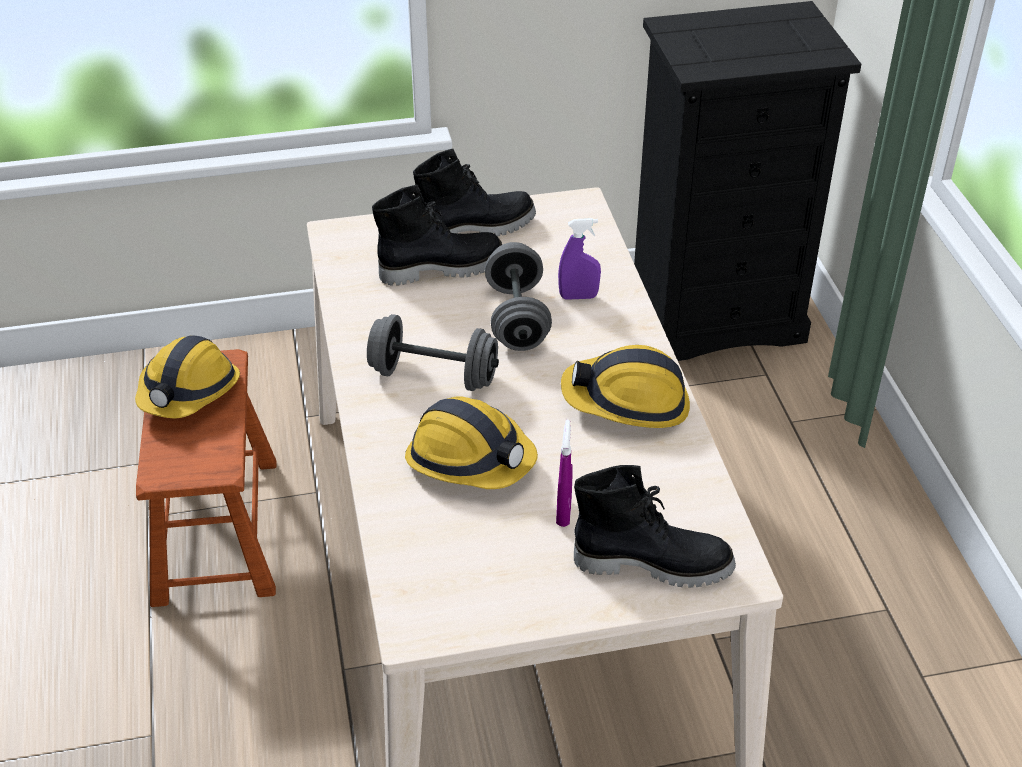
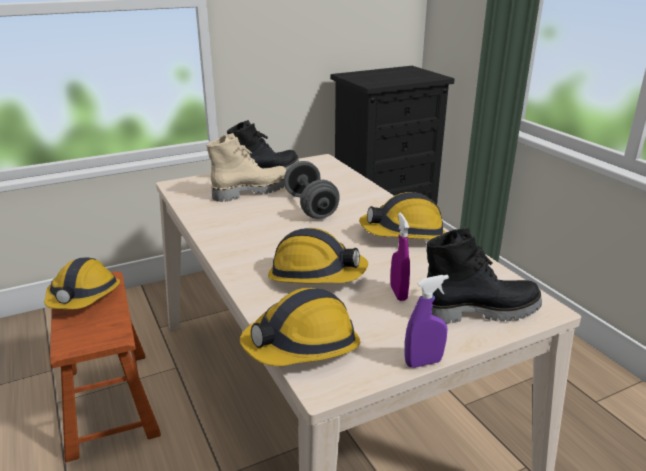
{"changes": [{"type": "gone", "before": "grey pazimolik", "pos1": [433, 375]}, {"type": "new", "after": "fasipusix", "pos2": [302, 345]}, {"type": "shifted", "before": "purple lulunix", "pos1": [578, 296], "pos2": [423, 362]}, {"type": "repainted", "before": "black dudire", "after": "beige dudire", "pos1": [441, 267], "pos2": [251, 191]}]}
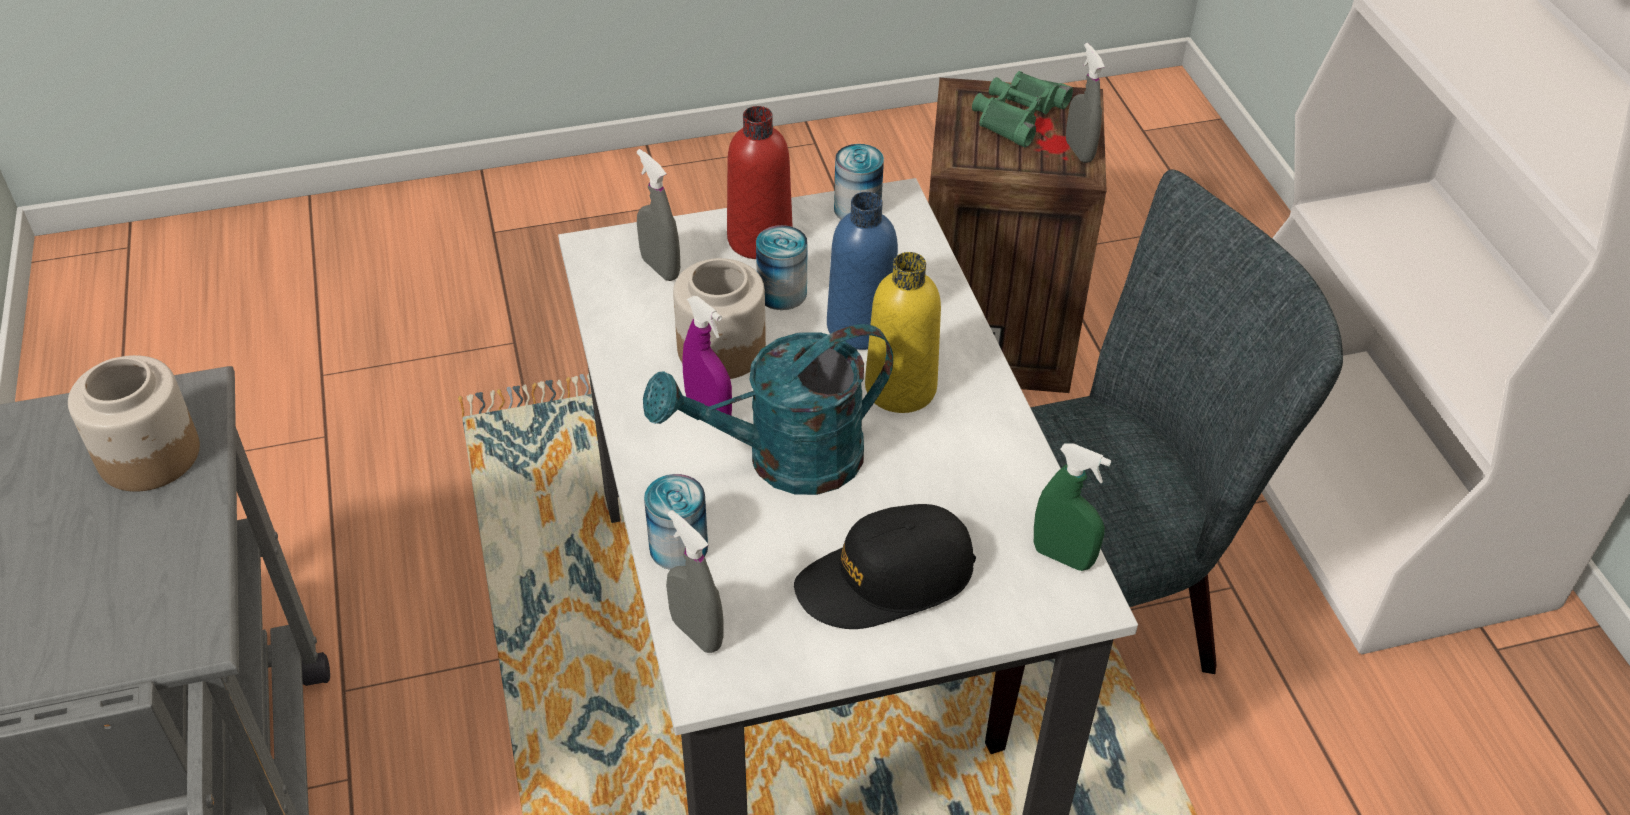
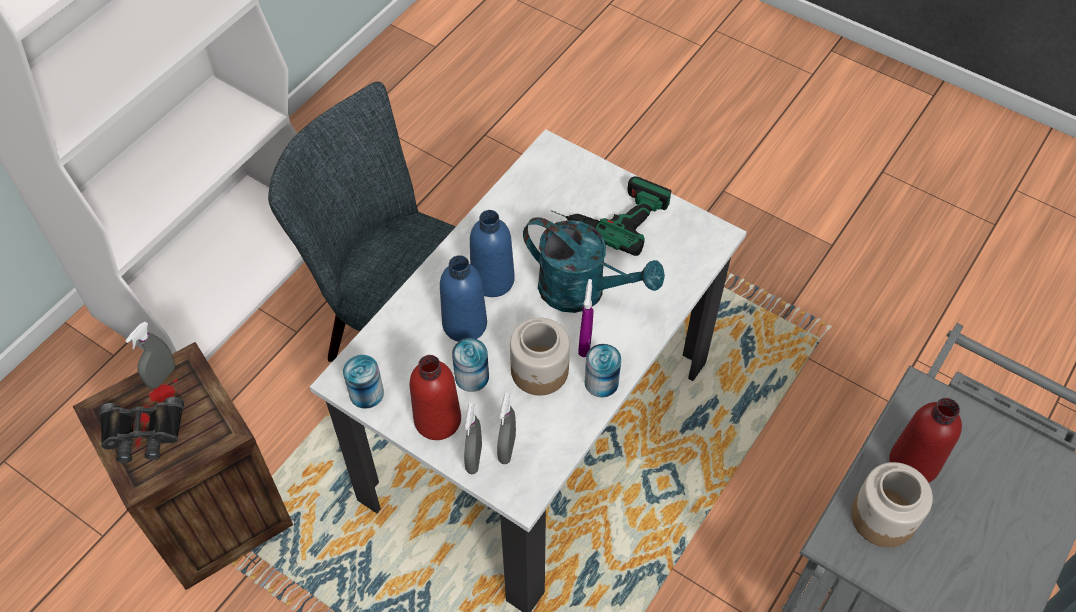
{"changes": [{"type": "gone", "before": "green lulunix", "pos1": [1062, 557]}, {"type": "new", "after": "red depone", "pos2": [913, 463]}, {"type": "shifted", "before": "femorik", "pos1": [678, 547], "pos2": [601, 382]}, {"type": "shifted", "before": "grey lulunix", "pos1": [696, 633], "pos2": [474, 458]}, {"type": "swapped", "before": "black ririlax", "after": "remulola", "pos1": [885, 580], "pos2": [609, 213]}, {"type": "repainted", "before": "yellow depone", "after": "blue depone", "pos1": [900, 388], "pos2": [492, 280]}, {"type": "repainted", "before": "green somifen", "after": "black somifen", "pos1": [1017, 115], "pos2": [143, 433]}]}
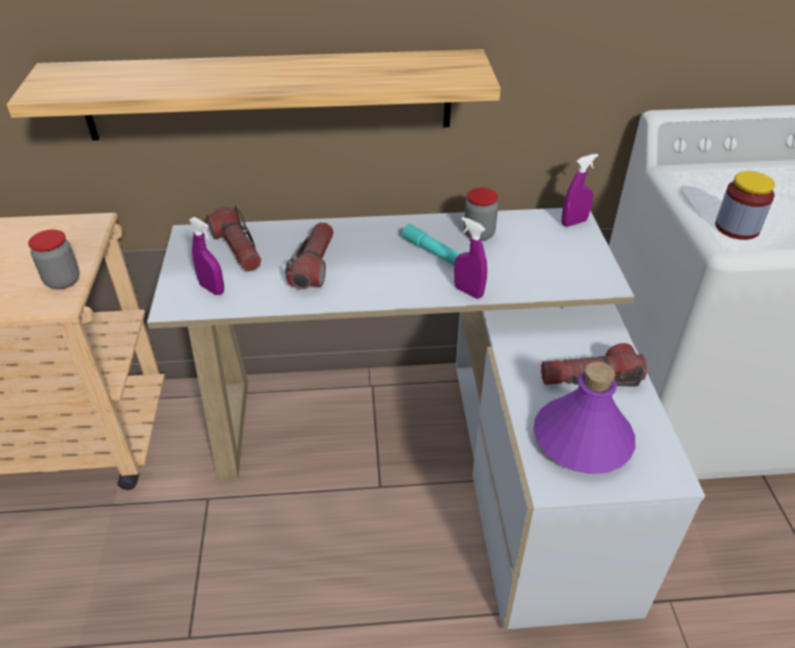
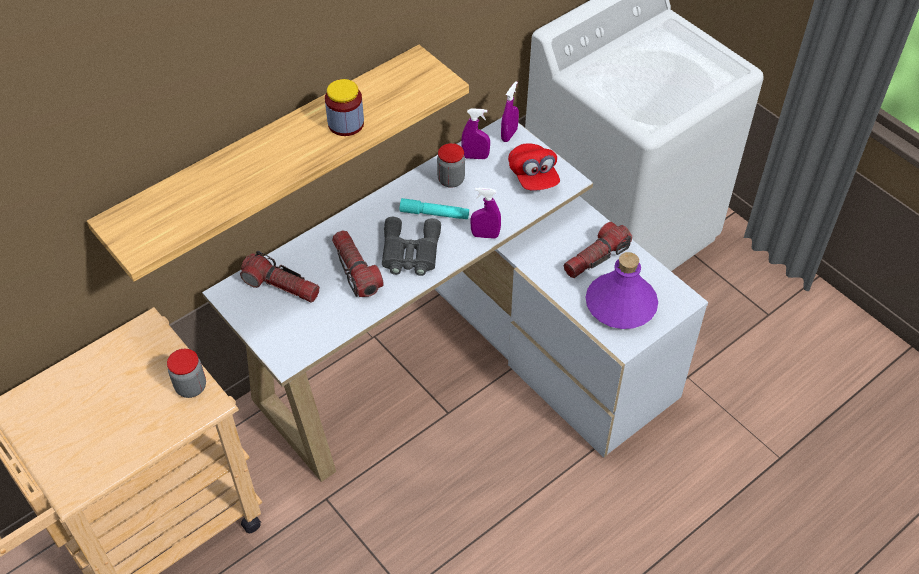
{"changes": [{"type": "new", "after": "grey somifen", "pos2": [410, 253]}, {"type": "new", "after": "red ririlax", "pos2": [533, 177]}, {"type": "shifted", "before": "purple lulunix", "pos1": [212, 289], "pos2": [475, 156]}, {"type": "shifted", "before": "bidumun", "pos1": [737, 228], "pos2": [346, 124]}]}
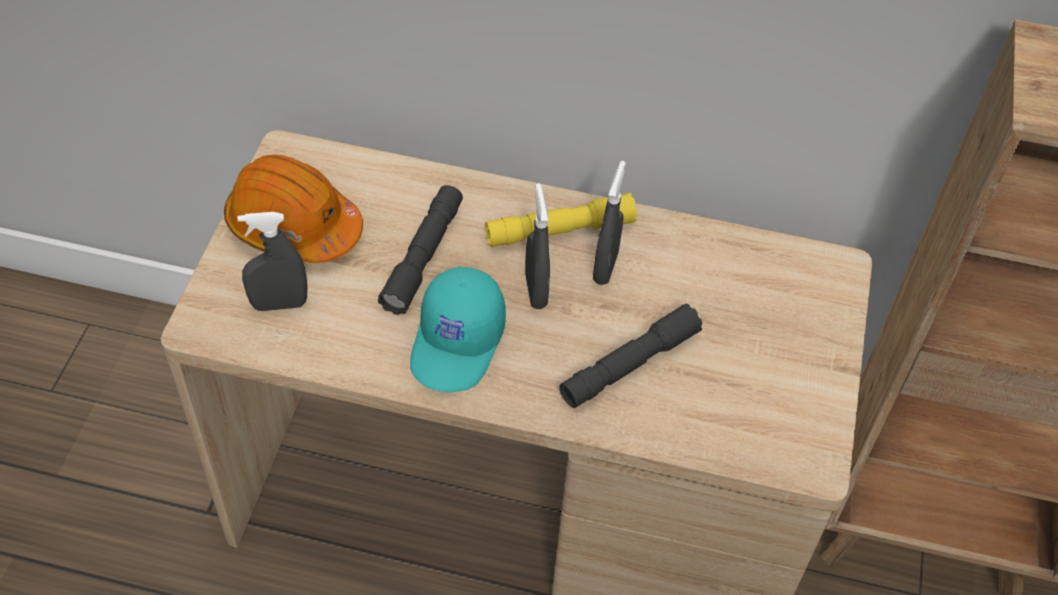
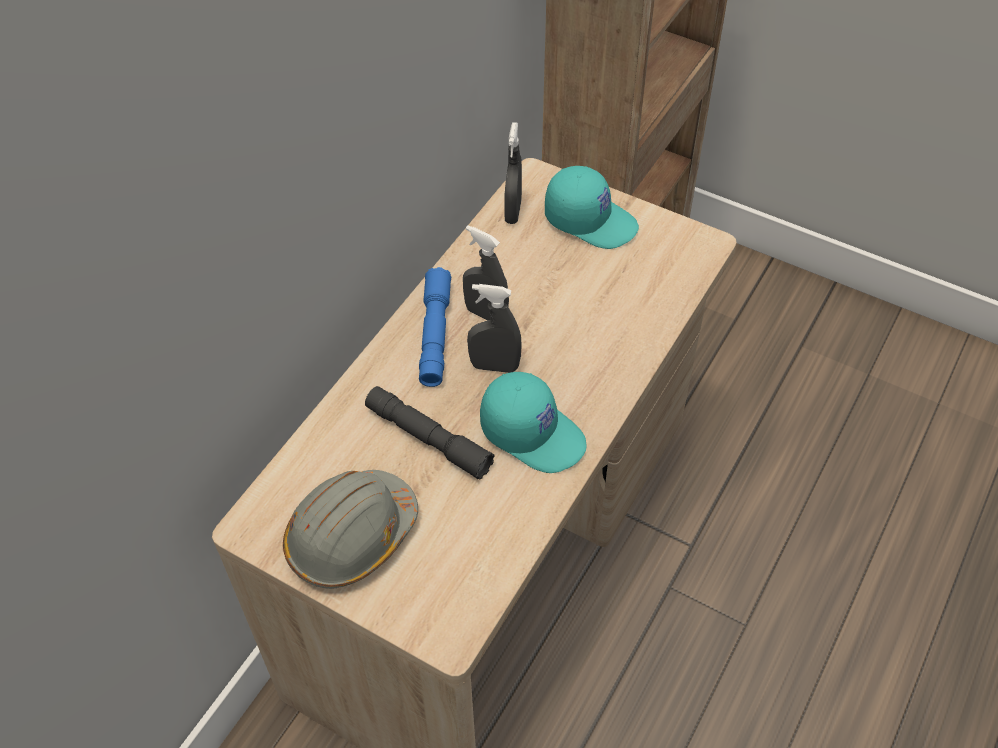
{"changes": [{"type": "gone", "before": "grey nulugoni", "pos1": [629, 365]}, {"type": "new", "after": "turquoise ririlax", "pos2": [591, 220]}, {"type": "shifted", "before": "grey lulunix", "pos1": [279, 304], "pos2": [513, 211]}, {"type": "repainted", "before": "orange fasipusix", "after": "grey fasipusix", "pos1": [293, 226], "pos2": [351, 536]}, {"type": "repainted", "before": "yellow nulugoni", "after": "blue nulugoni", "pos1": [560, 230], "pos2": [435, 334]}]}
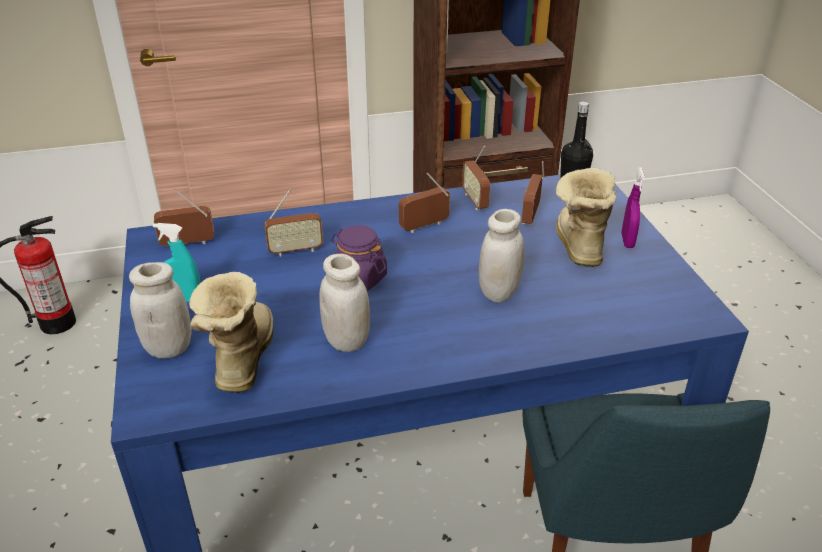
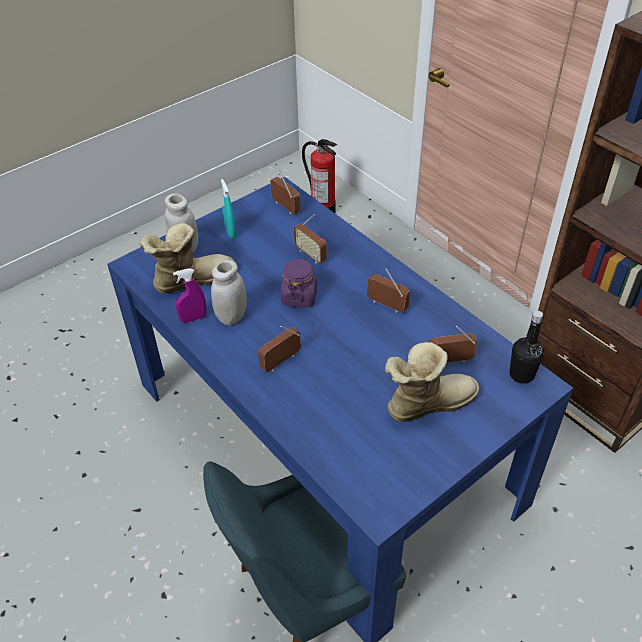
{"changes": [{"type": "gone", "before": "white bidumun", "pos1": [499, 292]}, {"type": "shifted", "before": "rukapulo", "pos1": [475, 201], "pos2": [281, 361]}, {"type": "shifted", "before": "purple lulunix", "pos1": [627, 241], "pos2": [193, 318]}]}
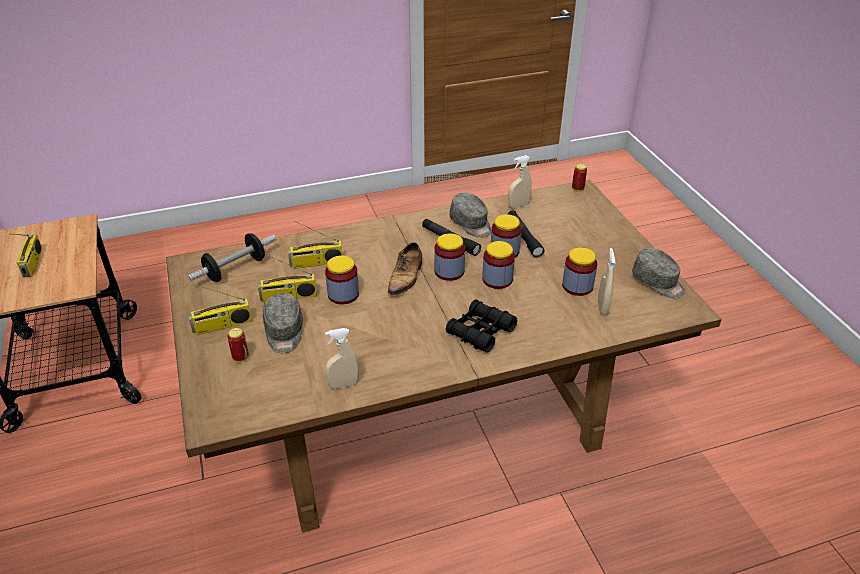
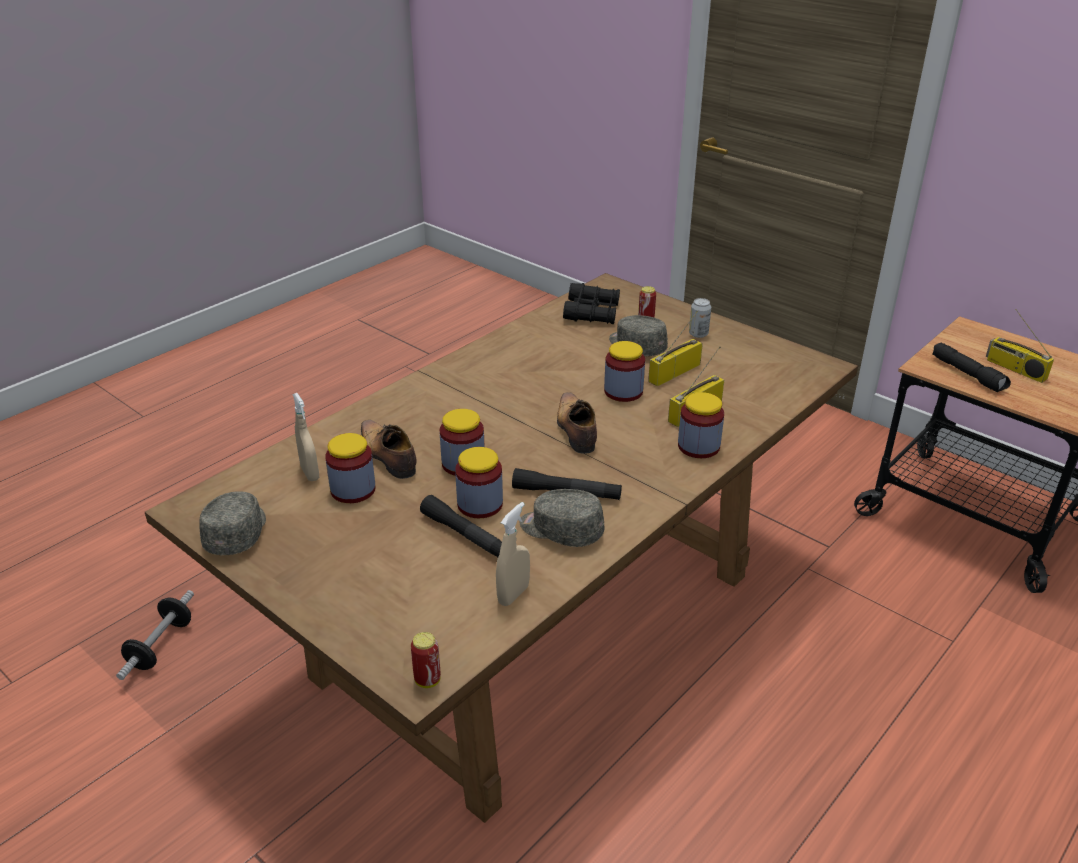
{"changes": [{"type": "gone", "before": "beige lulunix", "pos1": [343, 384]}, {"type": "new", "after": "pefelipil", "pos2": [388, 456]}, {"type": "new", "after": "black nulugoni", "pos2": [968, 374]}, {"type": "shifted", "before": "pazimolik", "pos1": [235, 269], "pos2": [160, 646]}, {"type": "shifted", "before": "bidumun", "pos1": [449, 271], "pos2": [698, 446]}, {"type": "shifted", "before": "black somifen", "pos1": [480, 332], "pos2": [592, 312]}, {"type": "swapped", "before": "rukapulo", "after": "femorik", "pos1": [222, 326], "pos2": [698, 334]}, {"type": "rotated", "before": "grey ririlax", "pos1": [658, 282], "pos2": [237, 533], "turn": 75}]}
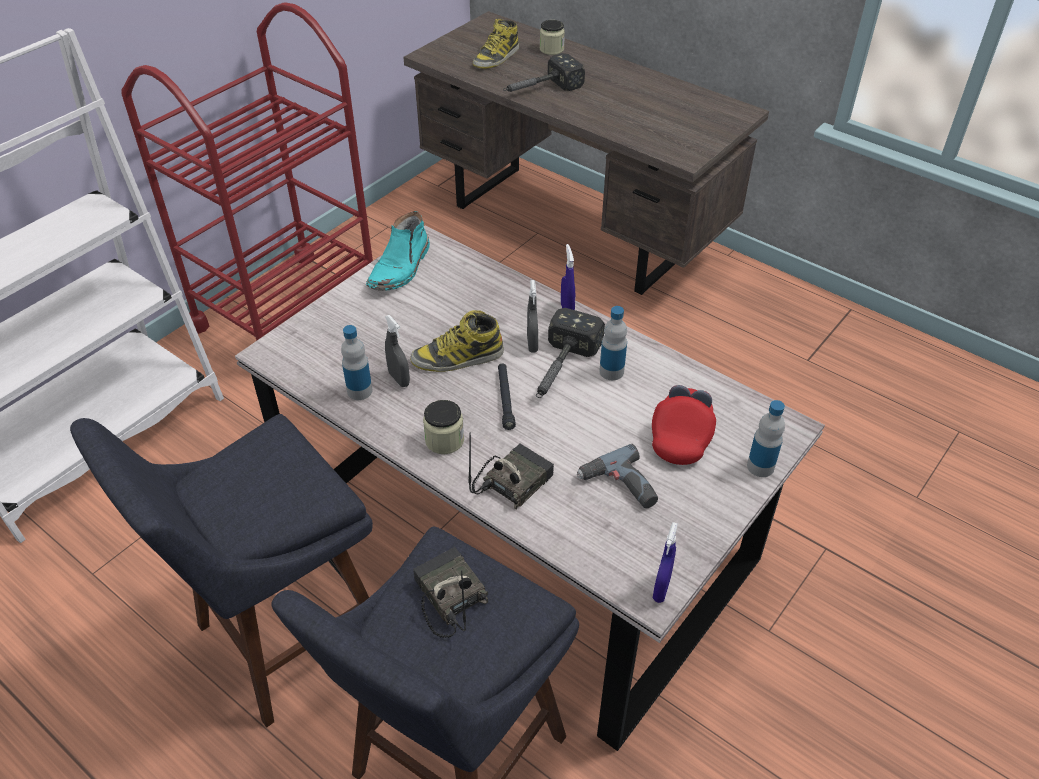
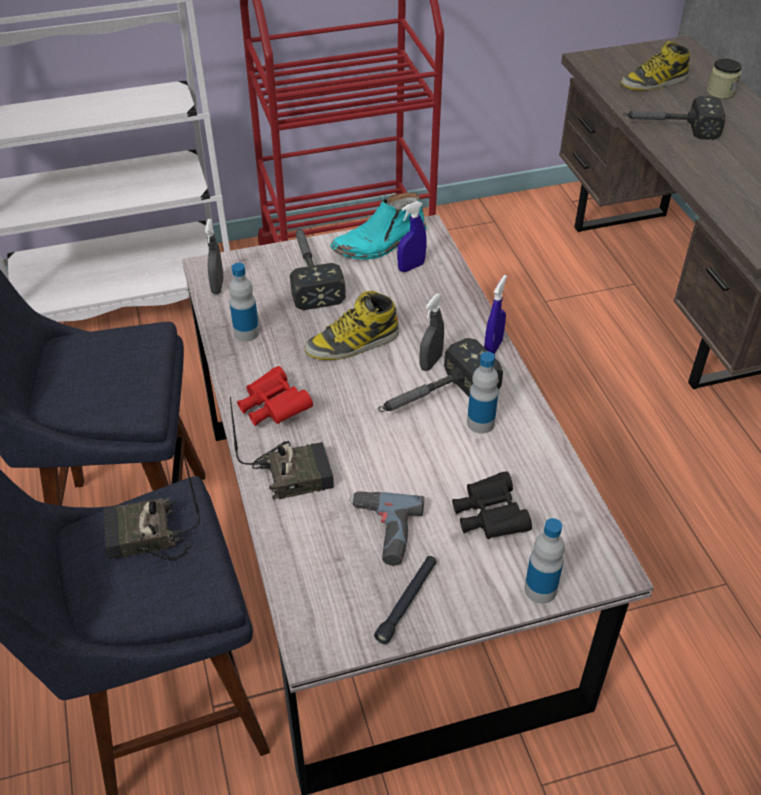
{"changes": [{"type": "new", "after": "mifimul", "pos2": [309, 273]}, {"type": "shifted", "before": "grey lulunix", "pos1": [399, 379], "pos2": [217, 286]}, {"type": "shifted", "before": "black nulugoni", "pos1": [505, 399], "pos2": [407, 602]}, {"type": "shifted", "before": "blue lulunix", "pos1": [661, 588], "pos2": [411, 267]}, {"type": "swapped", "before": "bidumun", "after": "red somifen", "pos1": [444, 440], "pos2": [273, 409]}, {"type": "swapped", "before": "red ririlax", "after": "black somifen", "pos1": [681, 436], "pos2": [489, 517]}, {"type": "rotated", "before": "dudire", "pos1": [457, 358], "pos2": [352, 343], "turn": -45}, {"type": "rotated", "before": "rukapulo", "pos1": [447, 597], "pos2": [145, 539], "turn": -105}]}
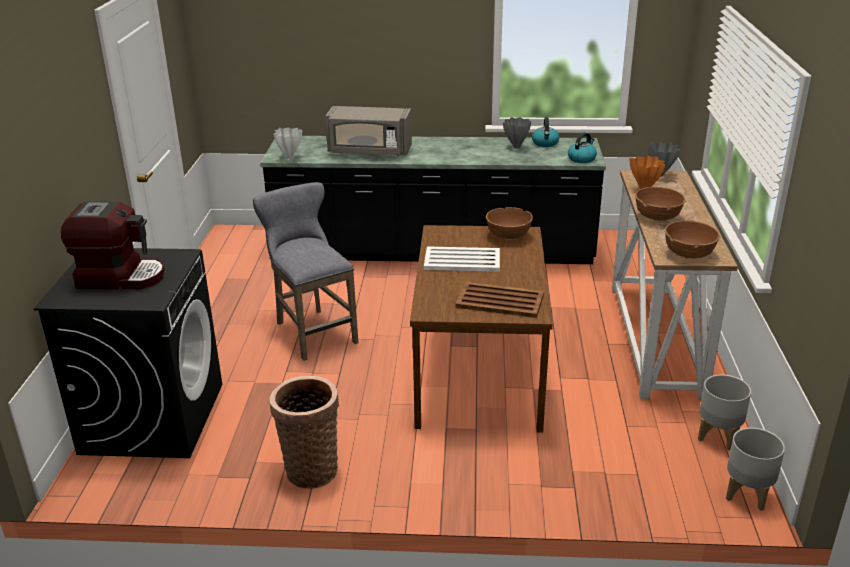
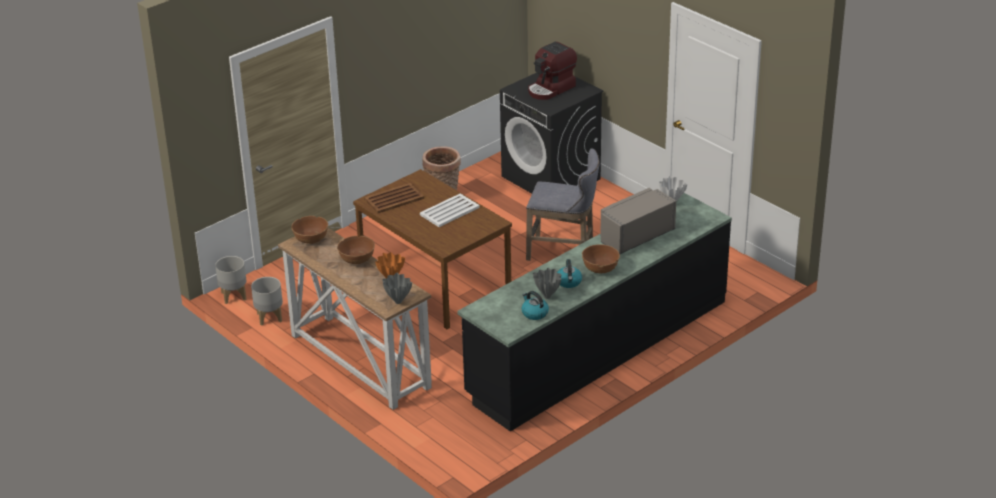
{"changes": [{"type": "shifted", "before": "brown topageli", "pos1": [508, 235], "pos2": [600, 268]}, {"type": "shifted", "before": "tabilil", "pos1": [581, 159], "pos2": [569, 282]}]}
